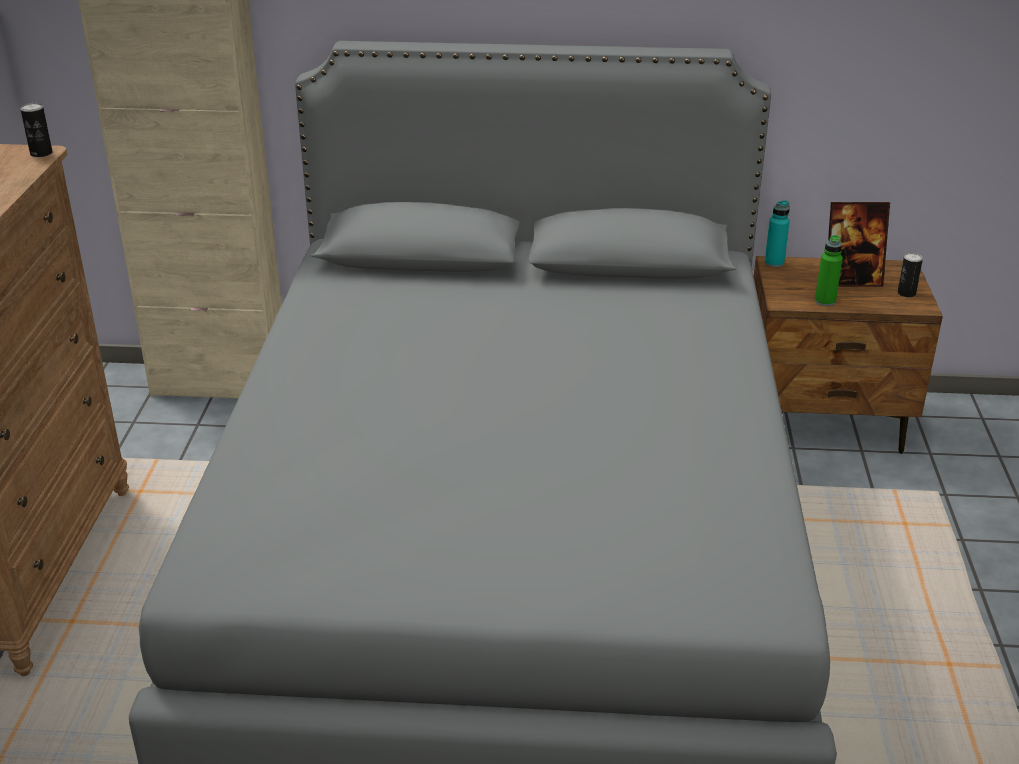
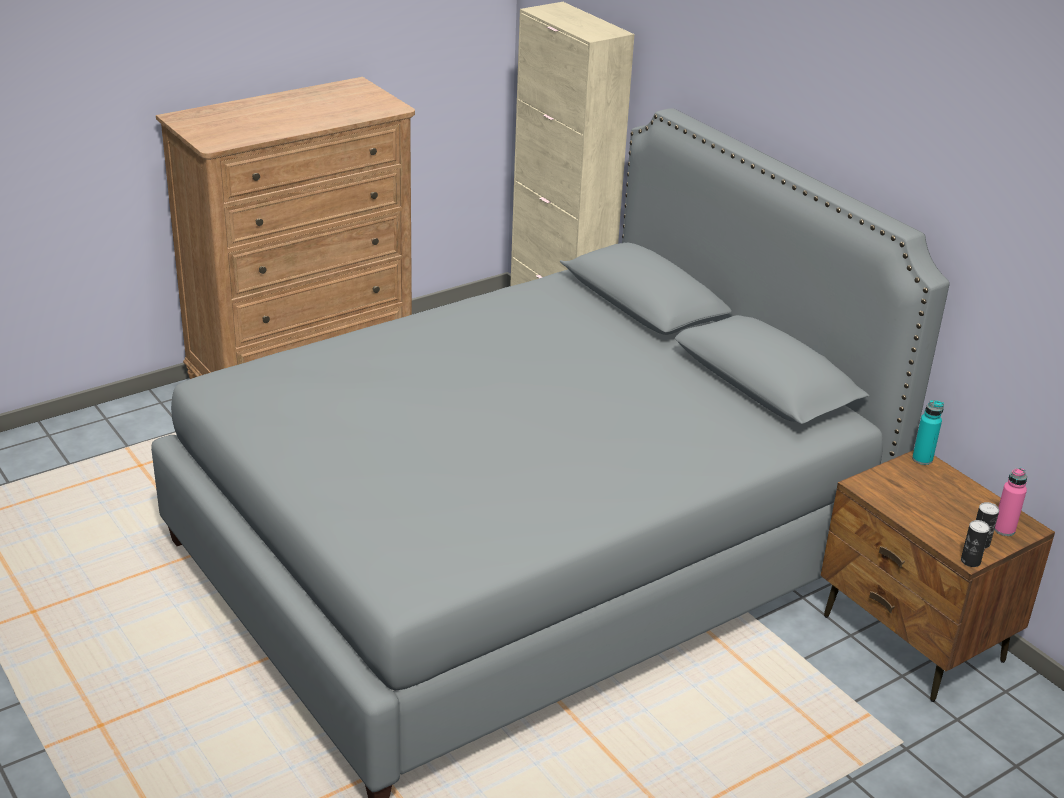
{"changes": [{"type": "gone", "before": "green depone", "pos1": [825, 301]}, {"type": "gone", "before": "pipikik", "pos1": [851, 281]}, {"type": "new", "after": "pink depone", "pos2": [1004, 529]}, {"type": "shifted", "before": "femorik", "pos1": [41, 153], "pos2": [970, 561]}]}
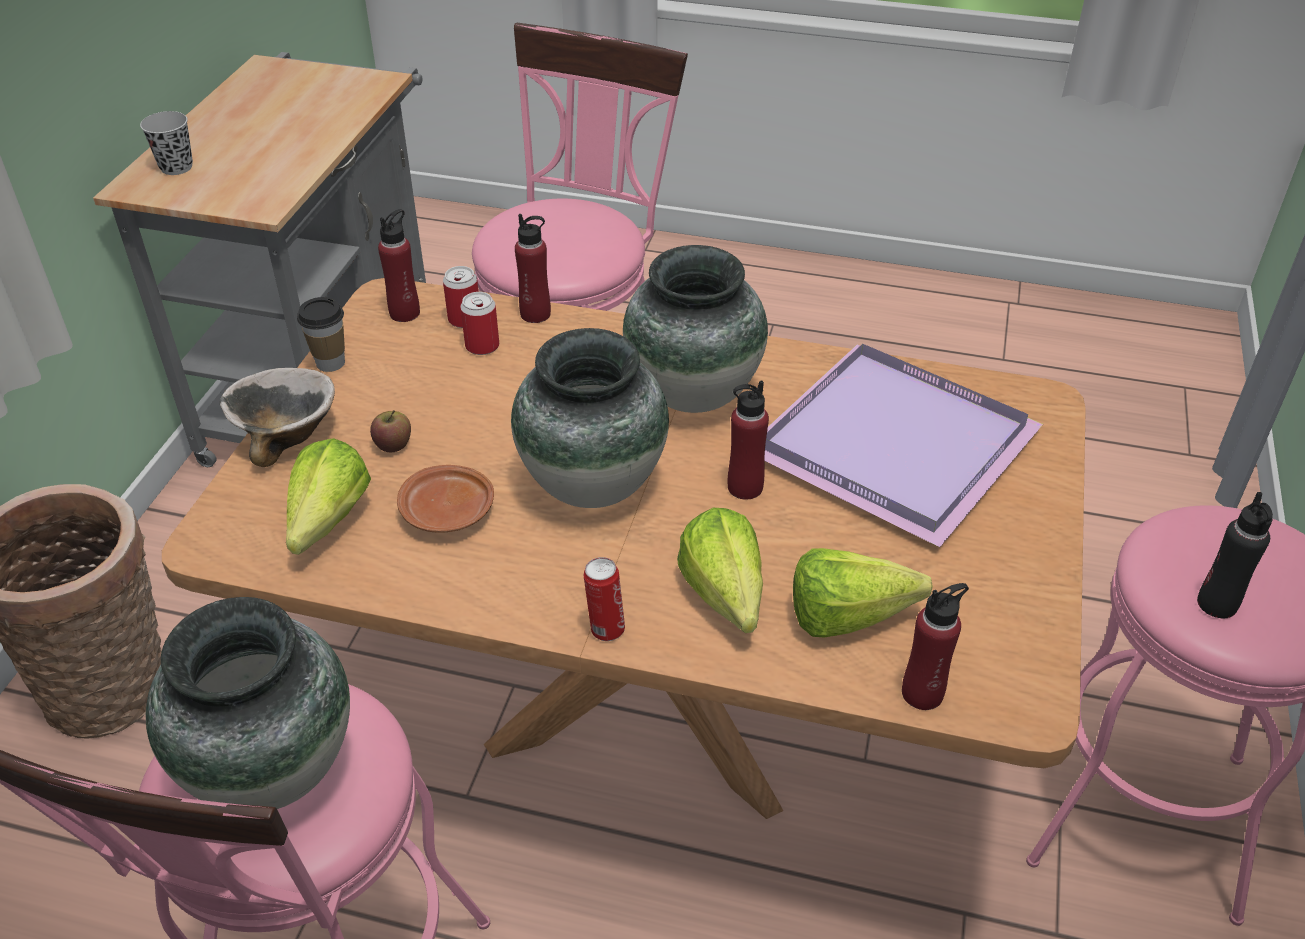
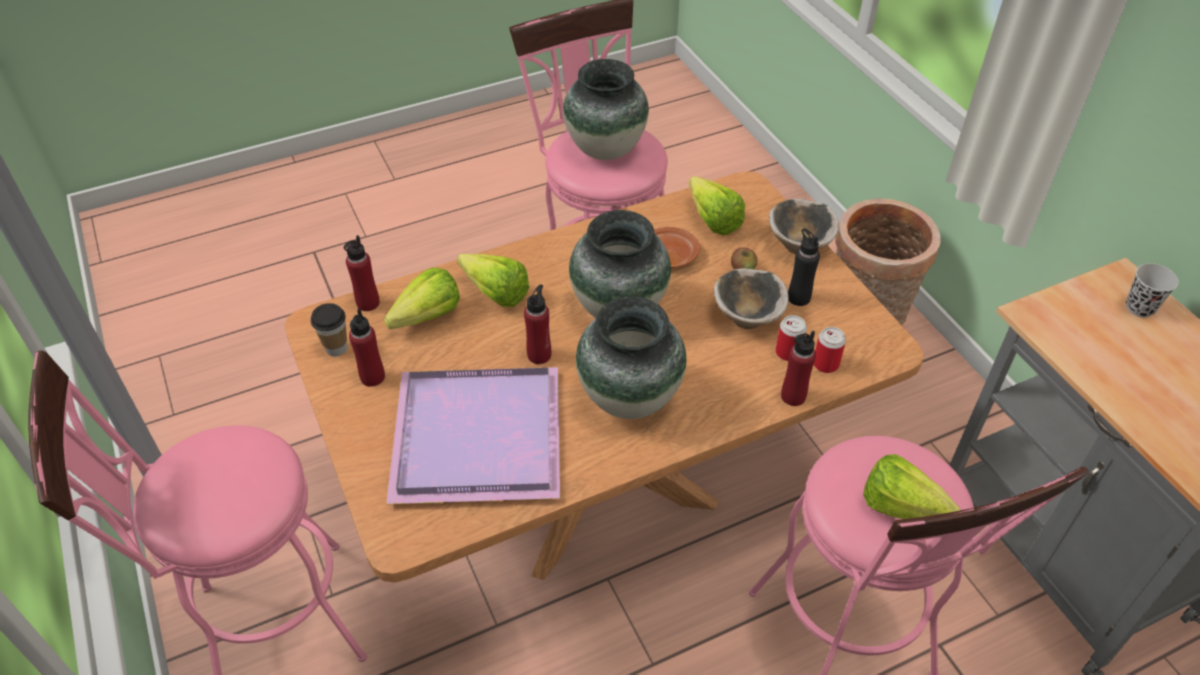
{"changes": [{"type": "gone", "before": "femorik", "pos1": [605, 629]}, {"type": "new", "after": "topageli", "pos2": [747, 316]}, {"type": "new", "after": "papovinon", "pos2": [908, 512]}, {"type": "shifted", "before": "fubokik", "pos1": [330, 363], "pos2": [336, 348]}, {"type": "shifted", "before": "red depone", "pos1": [405, 313], "pos2": [372, 377]}, {"type": "shifted", "before": "black depone", "pos1": [1217, 604], "pos2": [798, 297]}]}
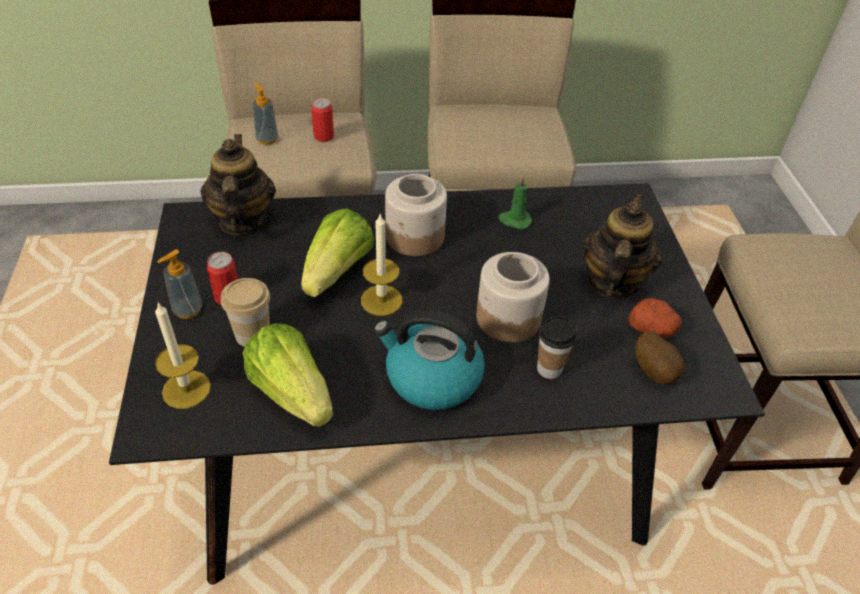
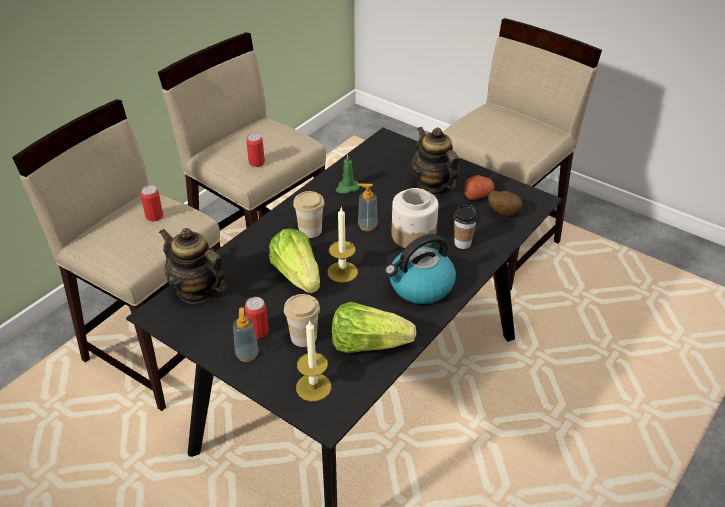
{"changes": [{"type": "new", "after": "femorik", "pos2": [256, 162]}, {"type": "shifted", "before": "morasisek", "pos1": [267, 139], "pos2": [367, 226]}, {"type": "swapped", "before": "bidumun", "after": "fubokik", "pos1": [415, 237], "pos2": [310, 230]}]}
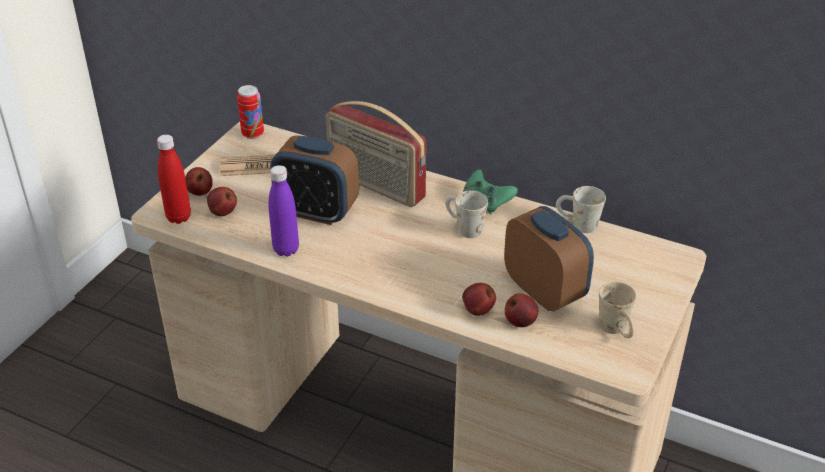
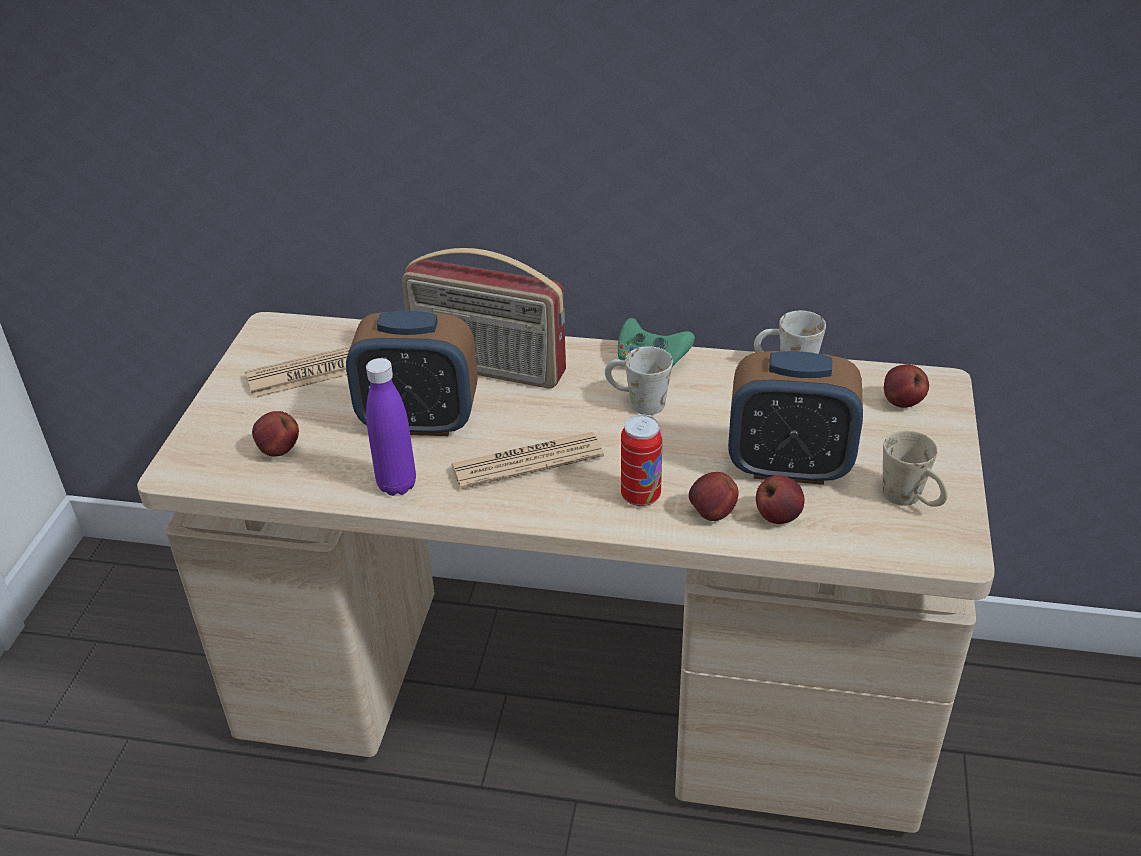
{"changes": [{"type": "gone", "before": "red depone", "pos1": [178, 217]}, {"type": "new", "after": "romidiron", "pos2": [527, 461]}, {"type": "shifted", "before": "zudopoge", "pos1": [200, 192], "pos2": [901, 402]}, {"type": "shifted", "before": "femorik", "pos1": [252, 134], "pos2": [640, 496]}, {"type": "rotated", "before": "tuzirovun", "pos1": [544, 291], "pos2": [789, 466], "turn": 150}]}
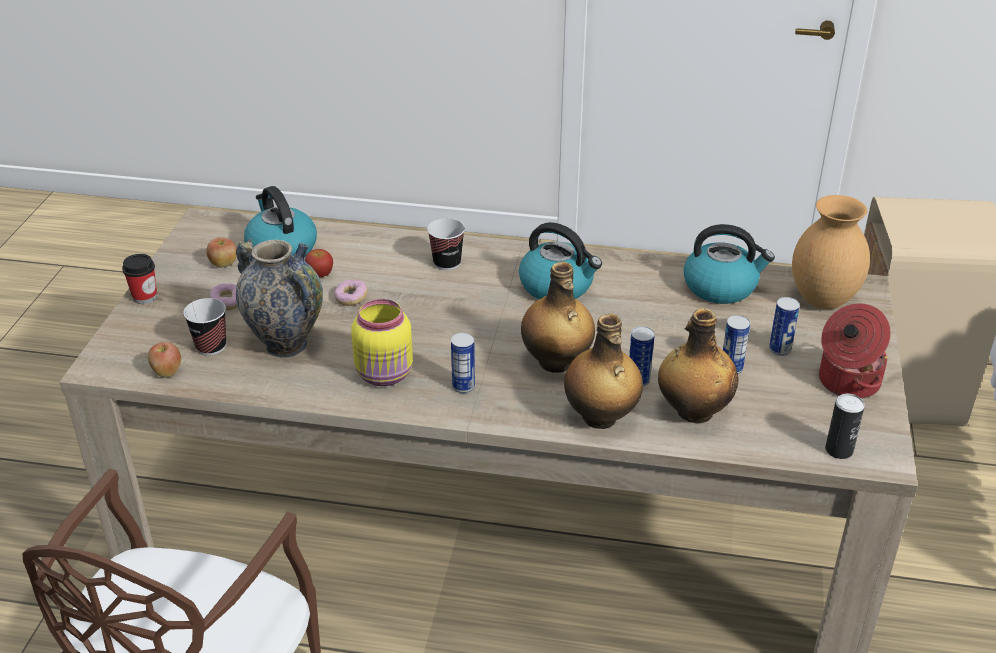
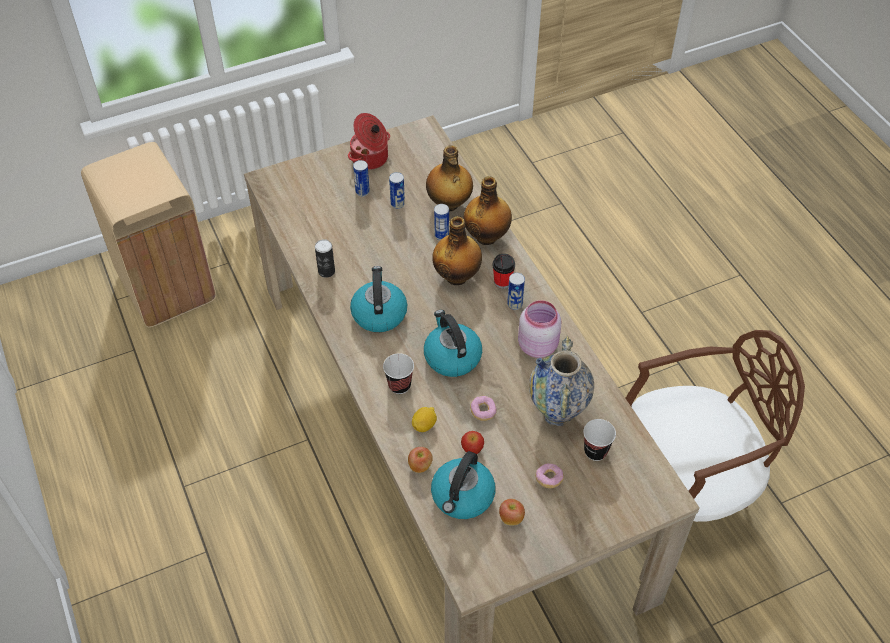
{"changes": [{"type": "gone", "before": "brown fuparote", "pos1": [823, 300]}, {"type": "new", "after": "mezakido", "pos2": [424, 425]}, {"type": "shifted", "before": "fubokik", "pos1": [145, 297], "pos2": [502, 282]}, {"type": "shifted", "before": "zudopoge", "pos1": [167, 372], "pos2": [420, 466]}, {"type": "shifted", "before": "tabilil", "pos1": [721, 287], "pos2": [451, 356]}, {"type": "shifted", "before": "femorik", "pos1": [839, 450], "pos2": [326, 271]}, {"type": "repainted", "before": "yellow bidumun", "after": "pink bidumun", "pos1": [386, 375], "pos2": [537, 345]}]}
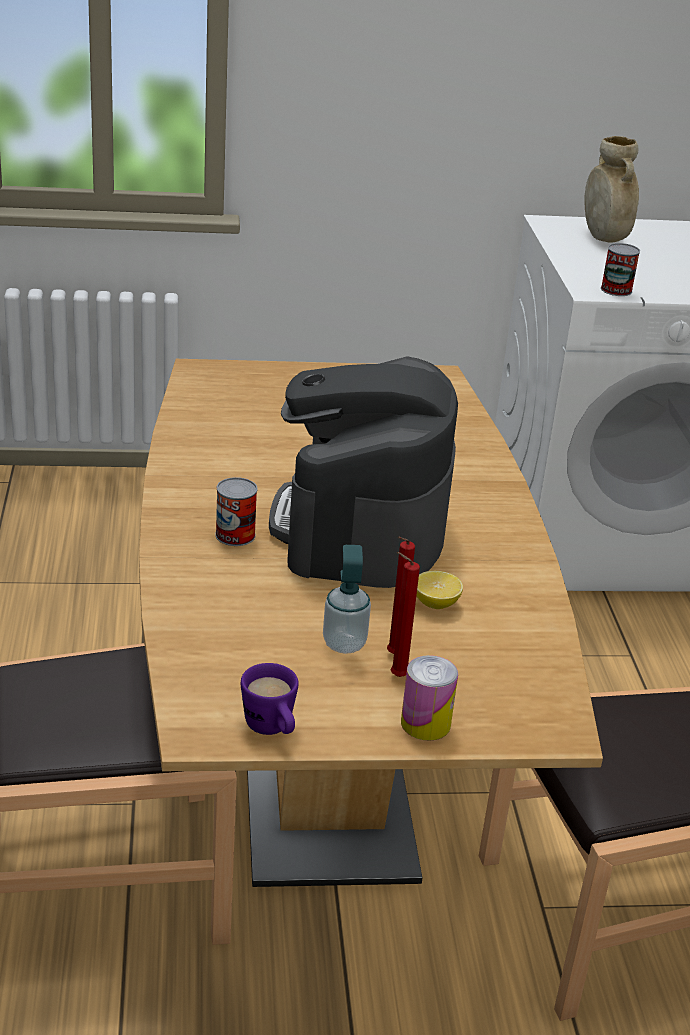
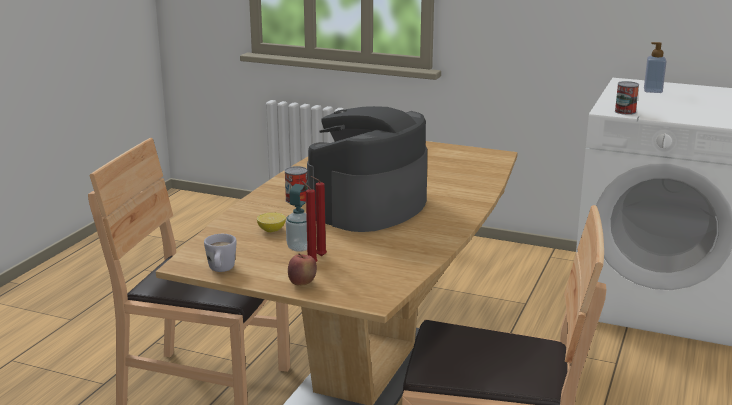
{"changes": [{"type": "shifted", "before": "mezakido", "pos1": [436, 603], "pos2": [271, 230]}, {"type": "swapped", "before": "femorik", "after": "zudopoge", "pos1": [425, 723], "pos2": [302, 284]}, {"type": "swapped", "before": "beige fuparote", "after": "morasisek", "pos1": [604, 239], "pos2": [653, 91]}, {"type": "repainted", "before": "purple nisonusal", "after": "white nisonusal", "pos1": [272, 730], "pos2": [221, 270]}]}
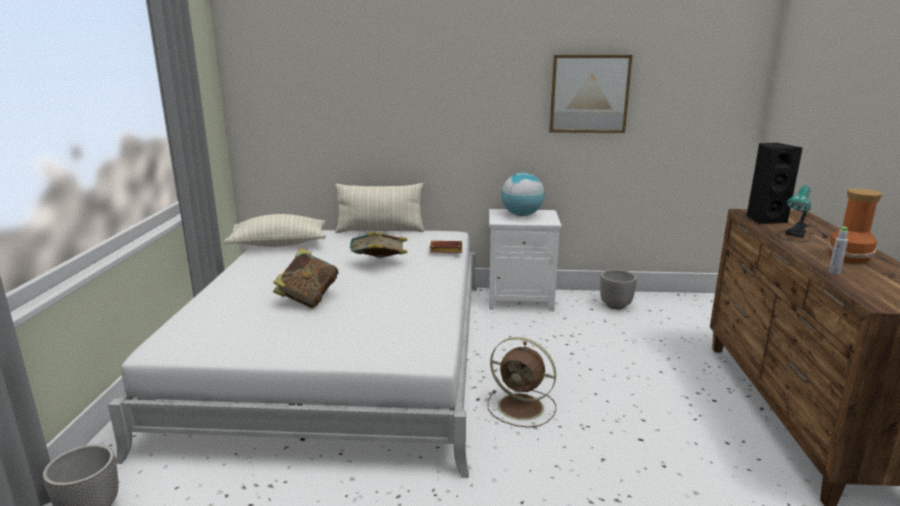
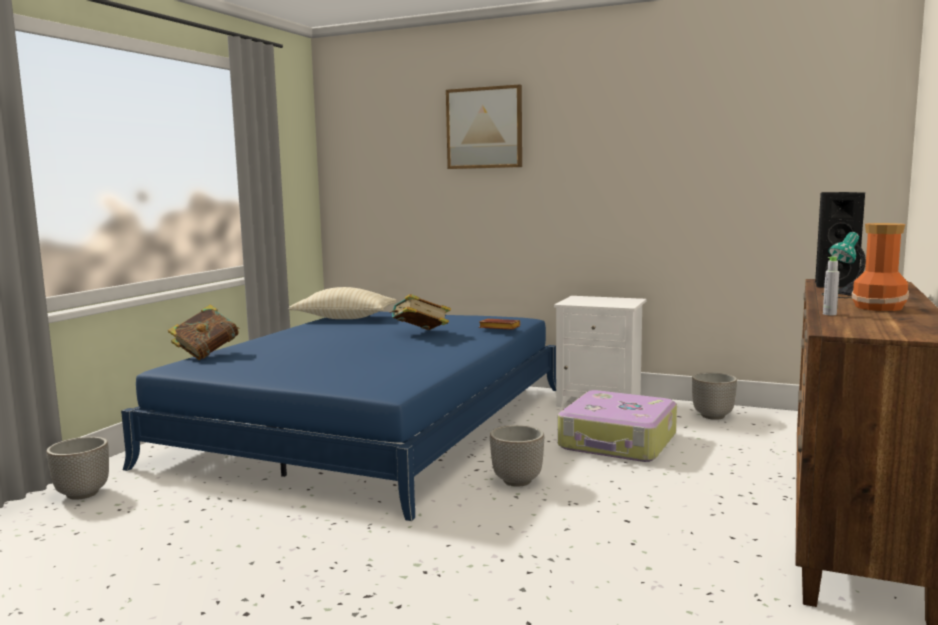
{"changes": [{"type": "gone", "before": "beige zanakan", "pos1": [380, 230]}, {"type": "gone", "before": "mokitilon", "pos1": [521, 215]}, {"type": "new", "after": "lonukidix", "pos2": [618, 442]}, {"type": "shifted", "before": "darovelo", "pos1": [308, 299], "pos2": [206, 354]}, {"type": "shifted", "before": "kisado", "pos1": [589, 94], "pos2": [484, 128]}, {"type": "swapped", "before": "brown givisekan", "after": "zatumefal", "pos1": [522, 407], "pos2": [518, 481]}, {"type": "repainted", "before": "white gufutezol", "after": "blue gufutezol", "pos1": [341, 354], "pos2": [371, 424]}]}
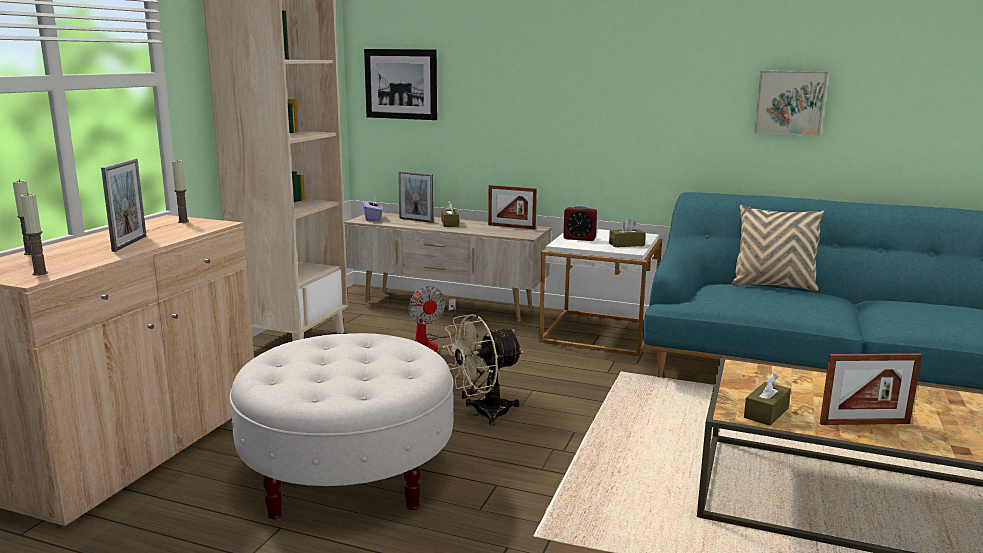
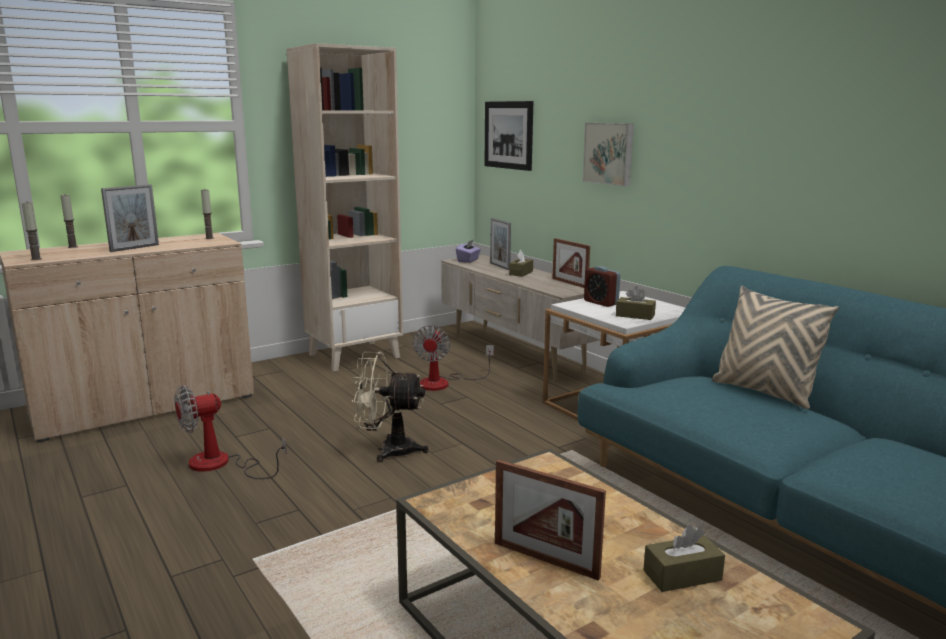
{"changes": [{"type": "shifted", "before": "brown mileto", "pos1": [766, 413], "pos2": [682, 575]}, {"type": "shifted", "before": "kisado", "pos1": [790, 103], "pos2": [609, 153]}, {"type": "swapped", "before": "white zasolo", "after": "givisekan", "pos1": [348, 475], "pos2": [221, 465]}]}
